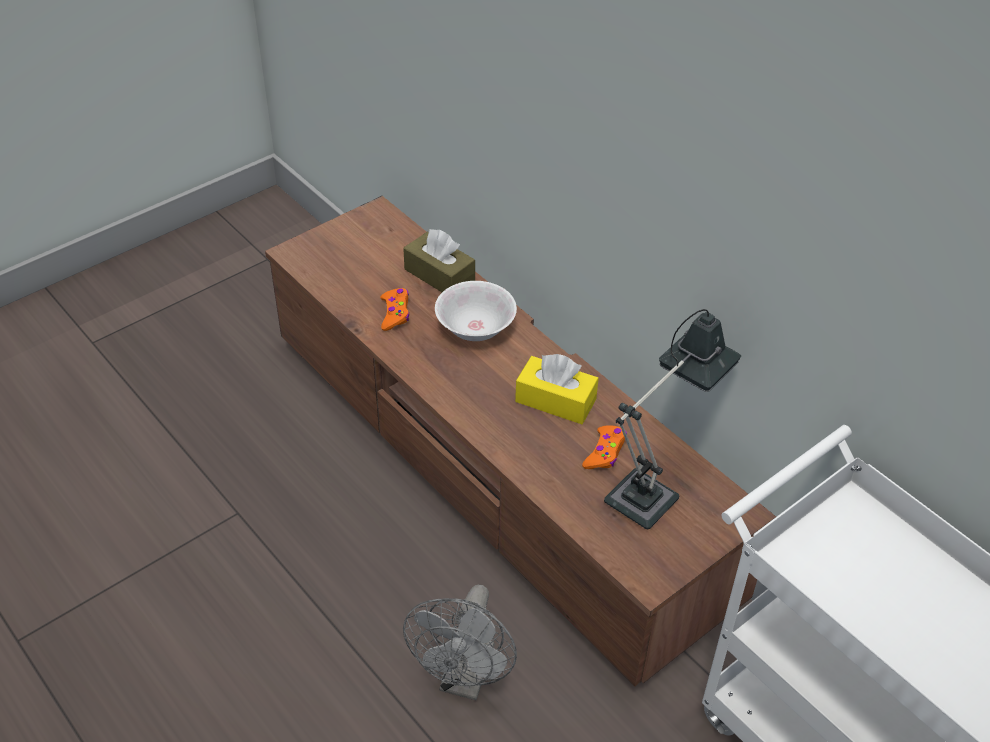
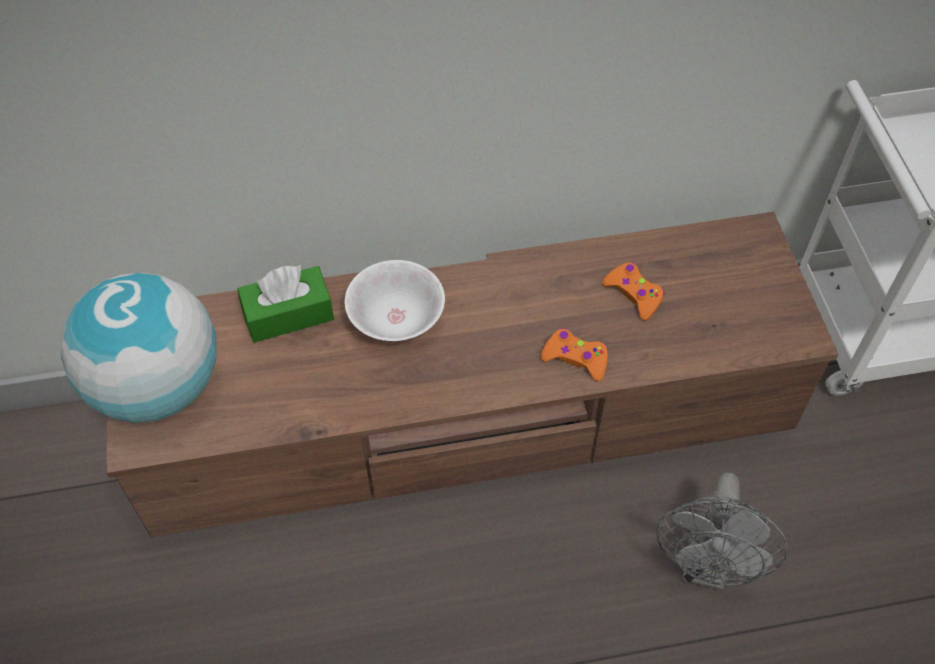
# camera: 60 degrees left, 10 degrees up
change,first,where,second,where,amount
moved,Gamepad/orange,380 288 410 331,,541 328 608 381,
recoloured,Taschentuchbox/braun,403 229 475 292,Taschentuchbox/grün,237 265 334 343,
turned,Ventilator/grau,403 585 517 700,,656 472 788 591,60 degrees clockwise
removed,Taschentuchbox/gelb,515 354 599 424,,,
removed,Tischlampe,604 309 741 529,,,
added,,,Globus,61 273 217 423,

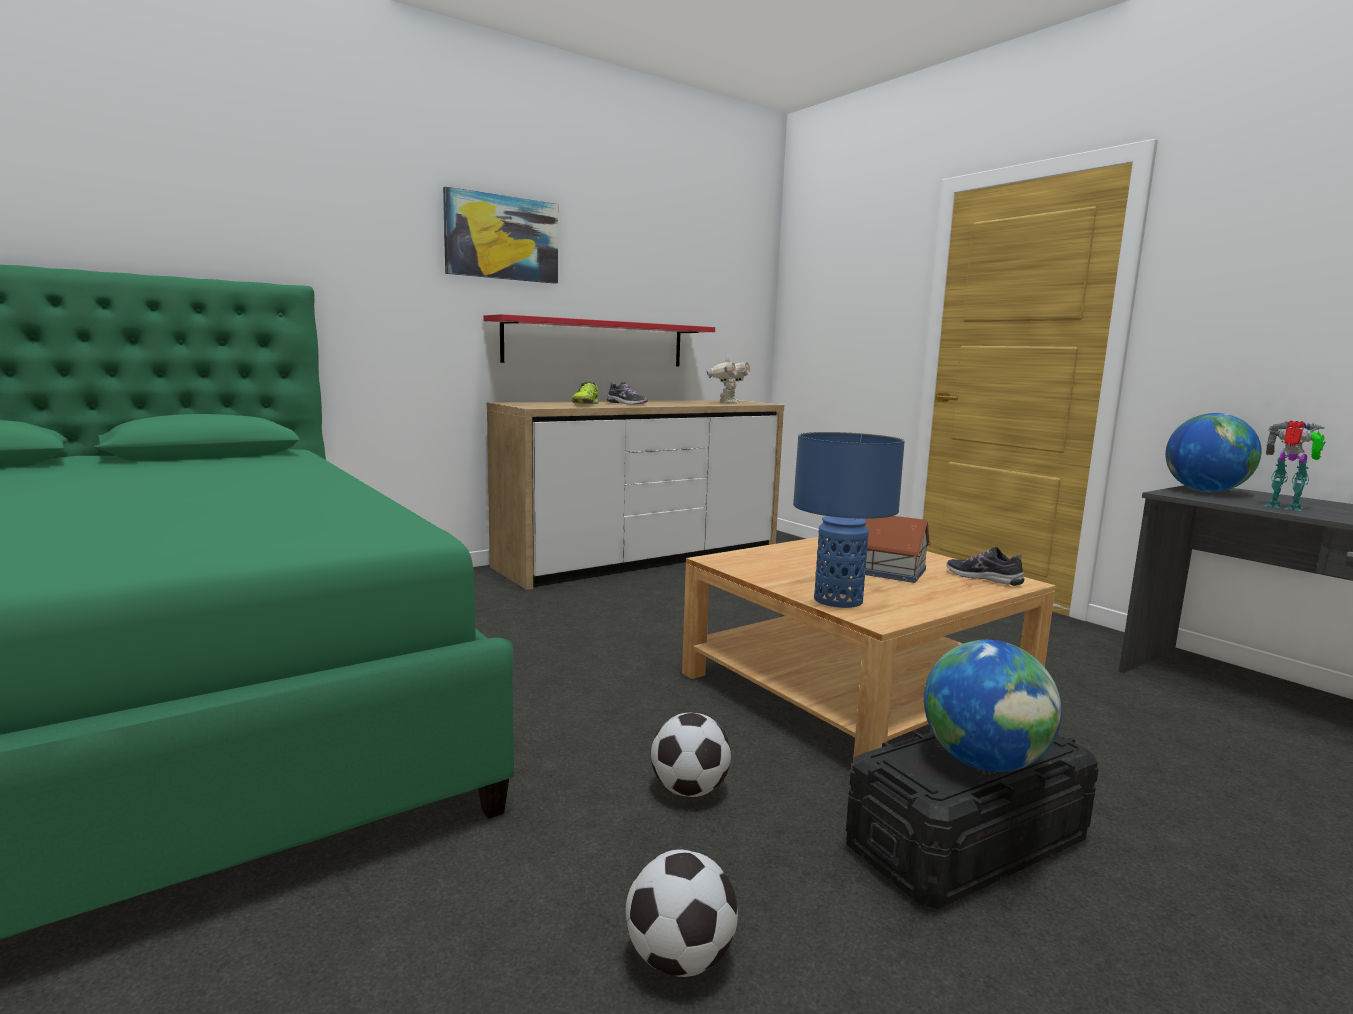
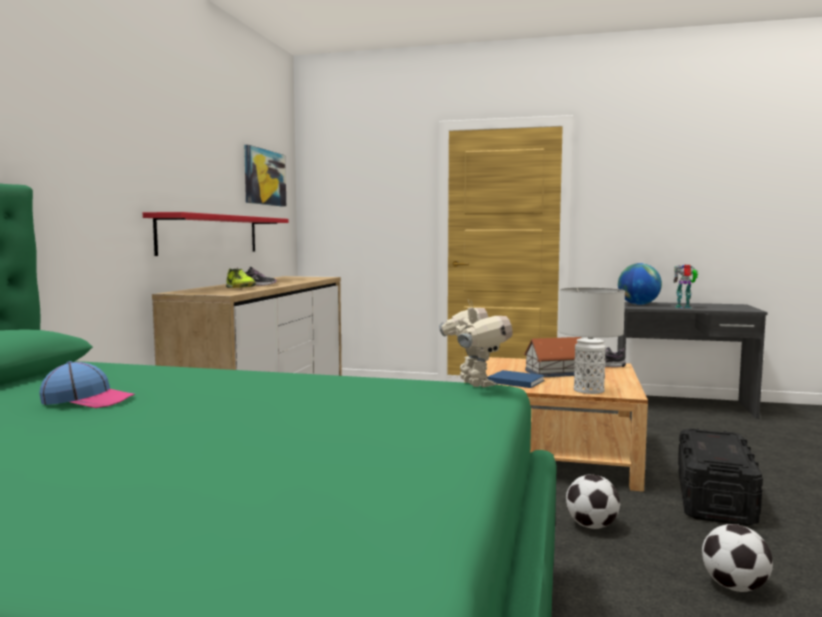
# camera: 40 degrees left, 5 degrees down
change,first,where,second,where,amount
moved,Bild,443 186 558 284,,244 145 286 207,
moved,Spielzeugroboter,706 354 750 403,,439 300 513 387,
recoloured,Tischlampe/blau,793 432 905 608,Tischlampe/weiß,559 288 625 394,
removed,Globus,924 640 1062 772,,,
added,,,Kappe,39 361 135 408,
added,,,Buch/blau,487 370 545 388,

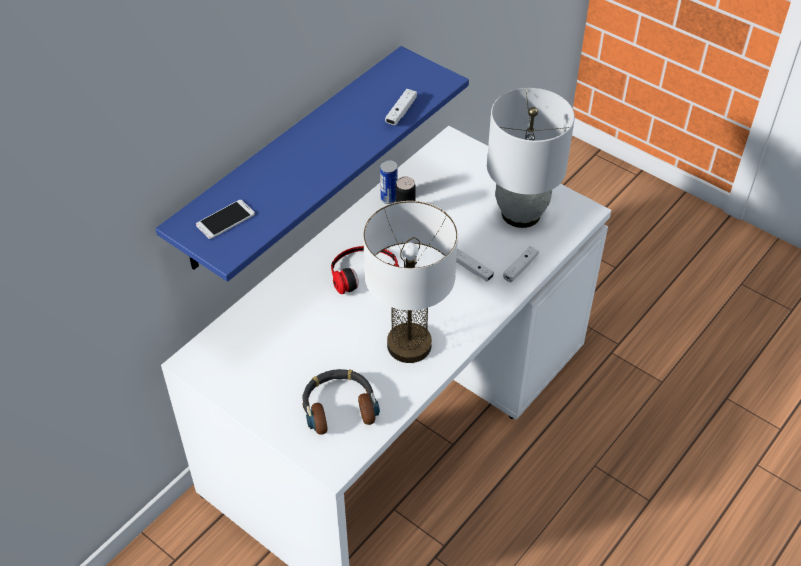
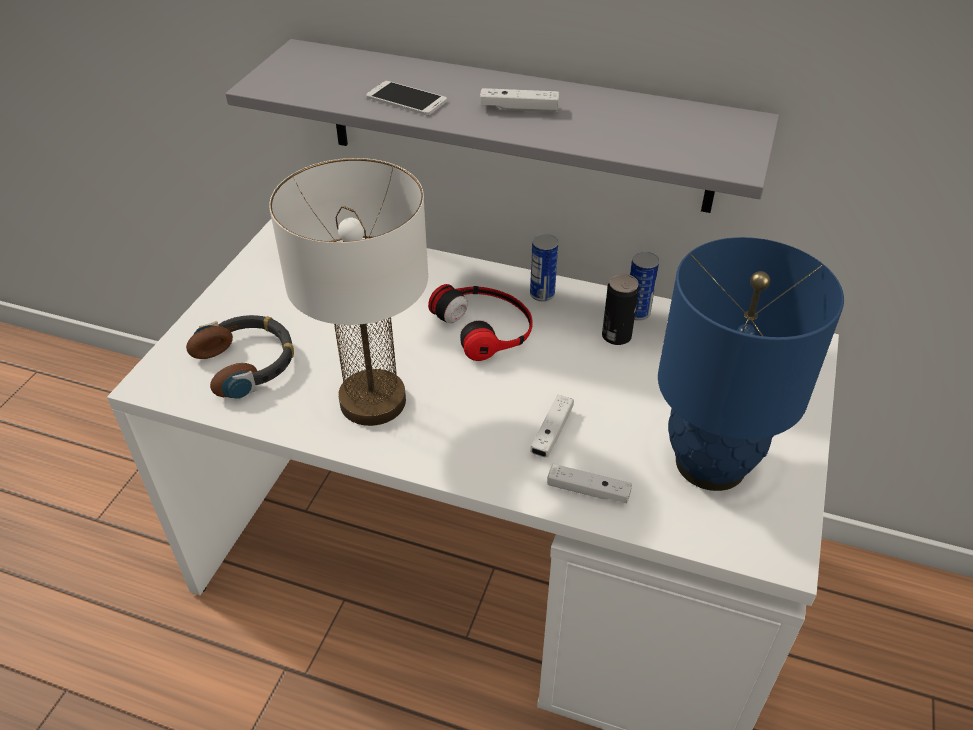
# camera: 70 degrees right, 5 degrees down
change,first,where,second,where,amount
recoloured,Wandregal/blau,155 46 469 282,Wandregal/grau,226 39 779 213,
moved,Handy,196 200 255 239,,366 81 447 115,
moved,Gamepad/weiß,385 89 417 125,,480 88 559 112,
recoloured,Tischlampe/weiß,487 88 575 228,Tischlampe/blau,658 237 844 491,
added,,,Dose,530 234 558 302,

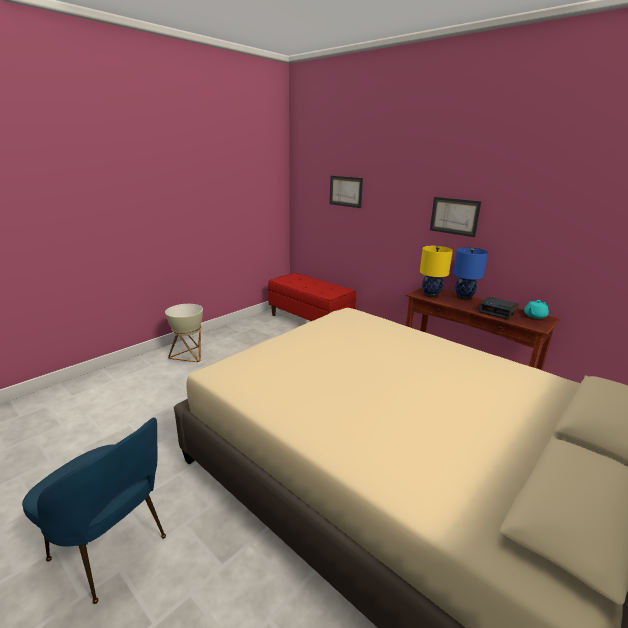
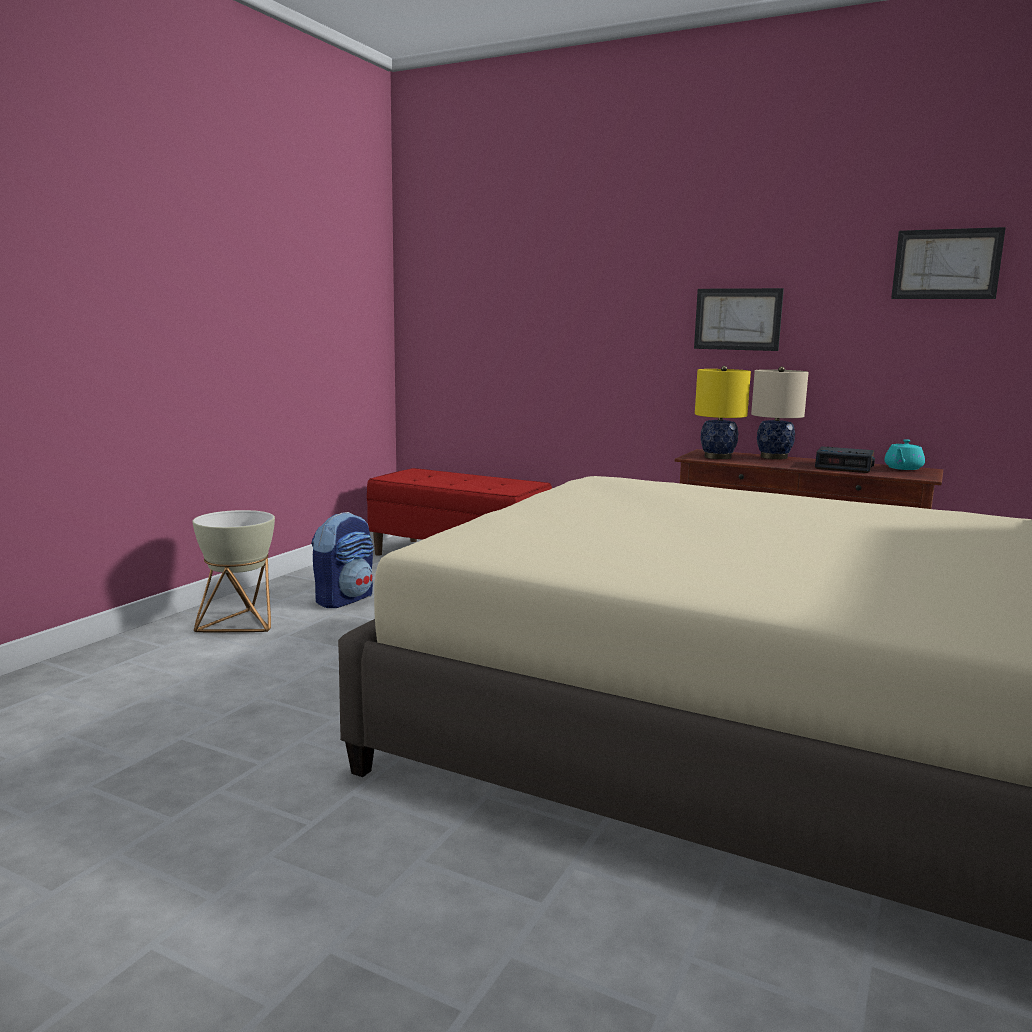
# camera: 15 degrees left, 10 degrees down
change,first,where,second,where,amount
removed,Stuhl/blau,22 417 166 604,,,
moved,Bild,330 176 363 208,,891 227 1006 299,
recoloured,Tischlampe/blau,453 247 488 300,Tischlampe/beige,751 366 809 459,
added,,,Rucksack,311 512 374 608,

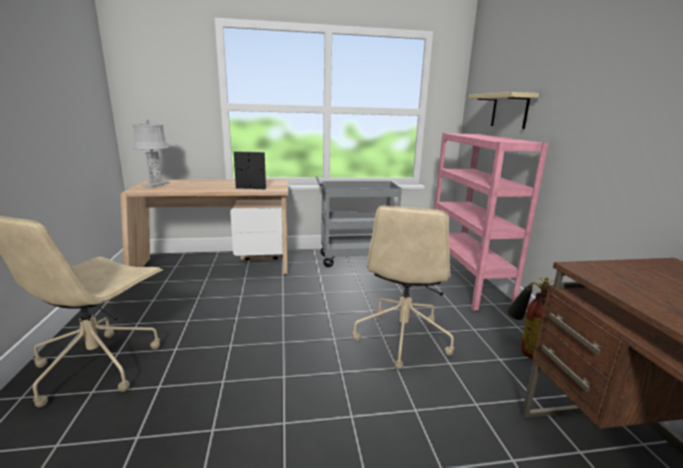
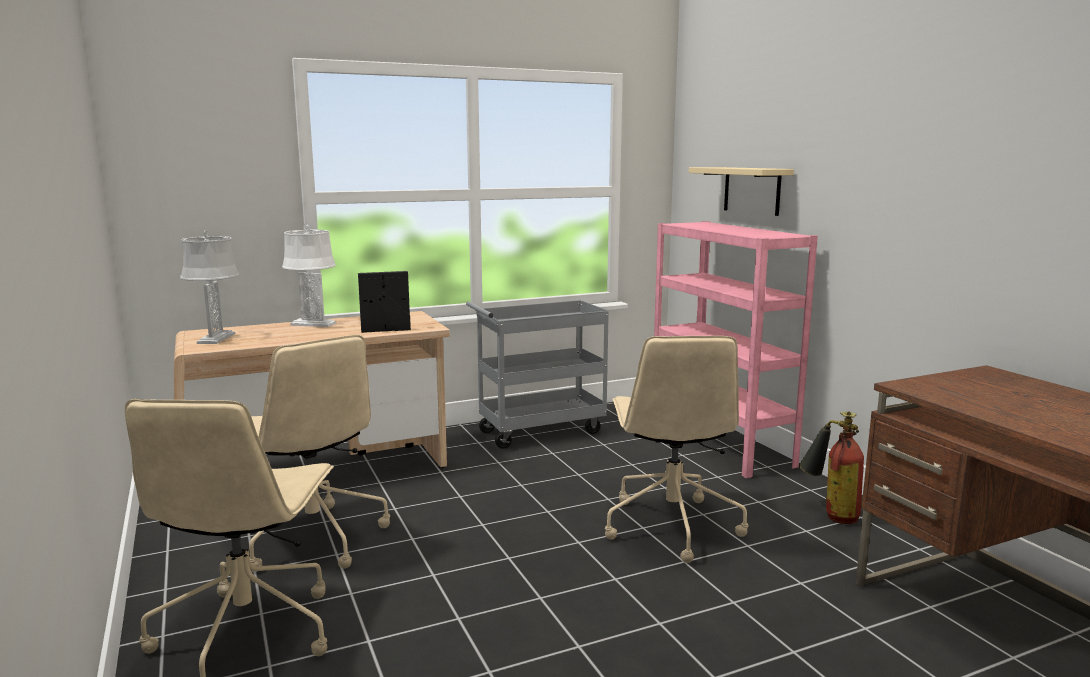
# camera: 15 degrees left, 5 degrees down
change,first,where,second,where,amount
added,,,Bürostuhl/beige,249 335 390 569,
added,,,Tischlampe/weiß,282 224 336 327,

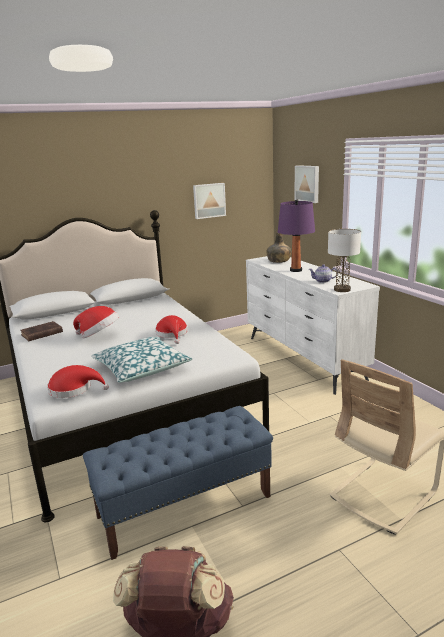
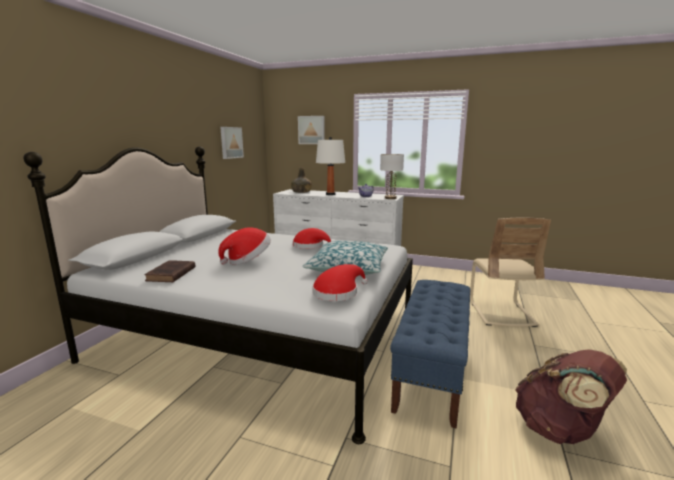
# camera: 45 degrees left, 5 degrees down
change,first,where,second,where,amount
recoloured,Tischlampe/lila,278 199 315 272,Tischlampe/weiß,316 137 345 195,

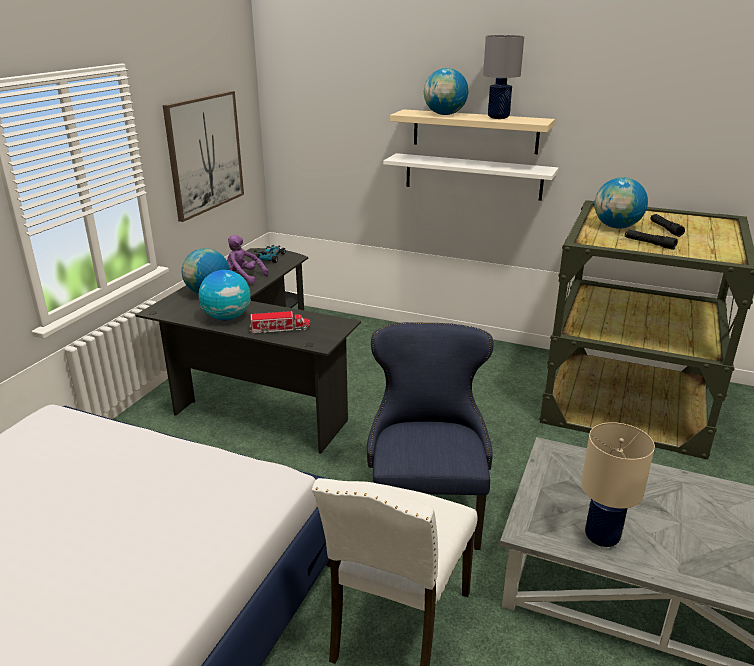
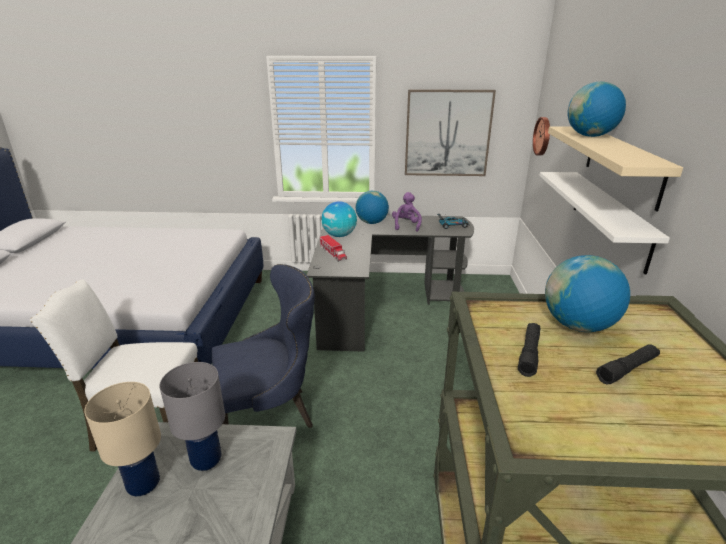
# camera: 70 degrees right, 0 degrees up
change,first,where,second,where,amount
moved,Tischlampe/grau,483 35 524 119,,159 362 225 471,
added,,,Wanduhr,533 117 550 155,

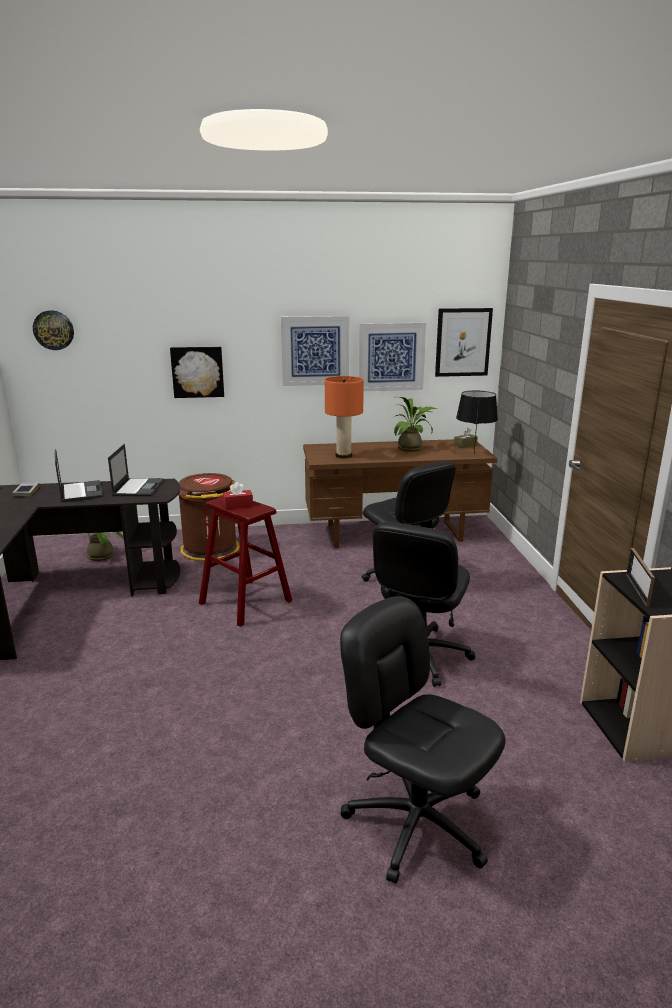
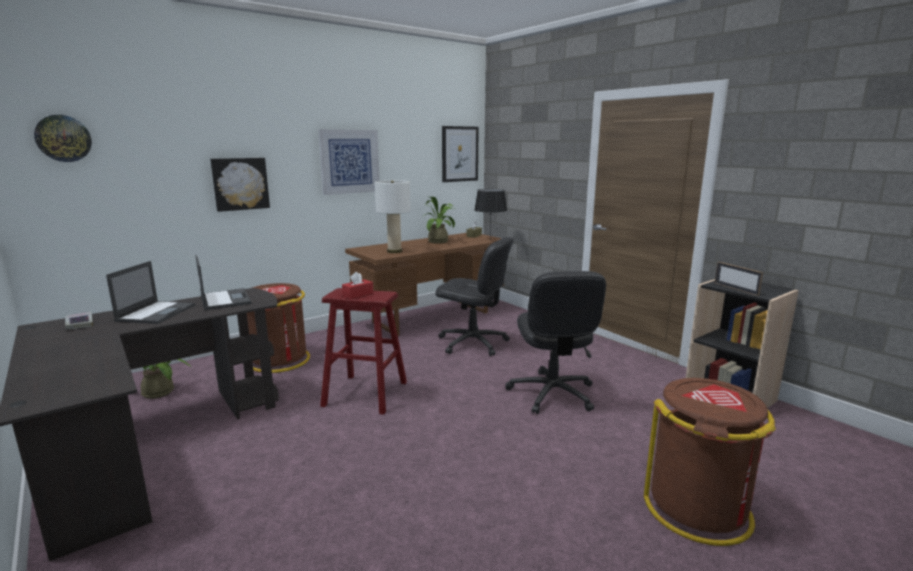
# camera: 30 degrees left, 5 degrees down
change,first,where,second,where,amount
turned,Laptop,55 449 103 502,,106 261 196 324,60 degrees clockwise
recoloured,Tischlampe/orange,325 376 364 458,Tischlampe/weiß,375 180 411 253,
replaced,Bürostuhl/schwarz,340 596 505 884,Mülleimer/braun,644 378 776 546,
removed,Bild,359 323 426 391,,,

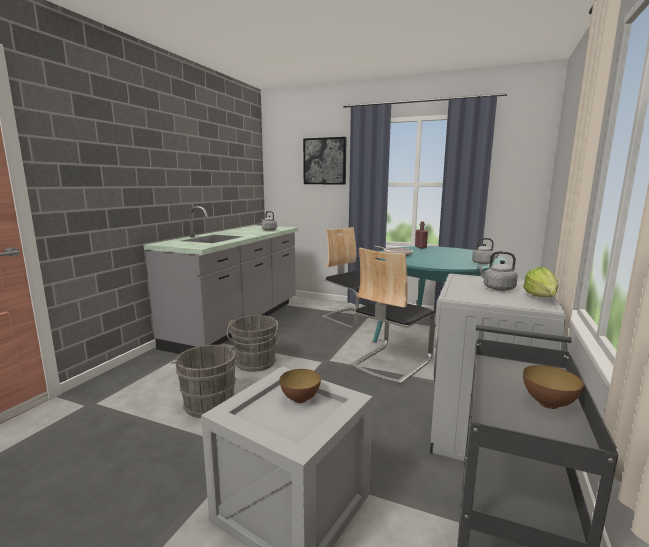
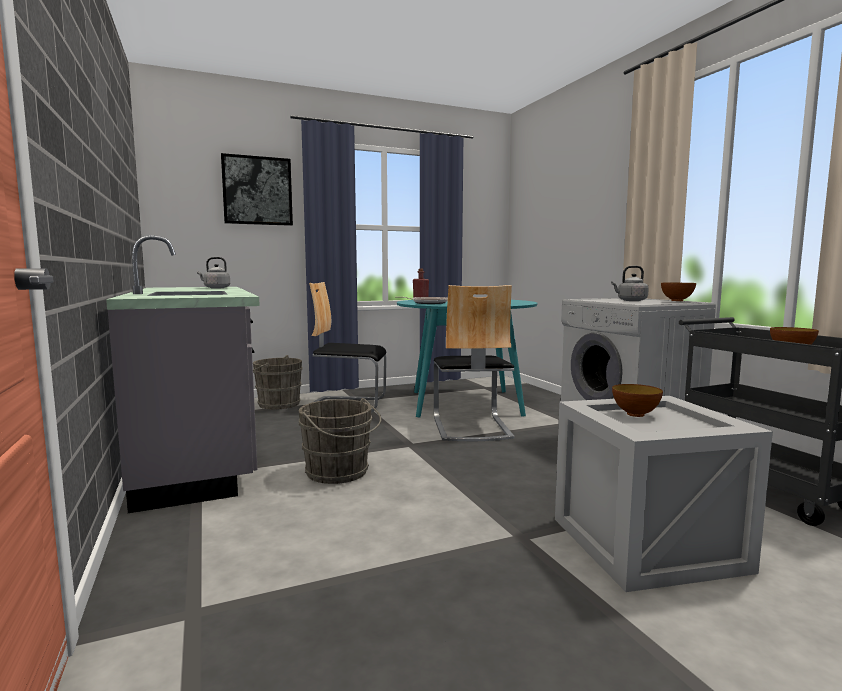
# camera: 45 degrees left, 5 degrees down
change,first,where,second,where,amount
moved,Eimer/grau,171 345 237 418,,253 355 302 410,
removed,Wasserkessel/grau,472 238 502 264,,,
replaced,Salatkopf,523 267 559 297,Schüssel,661 283 696 301,

